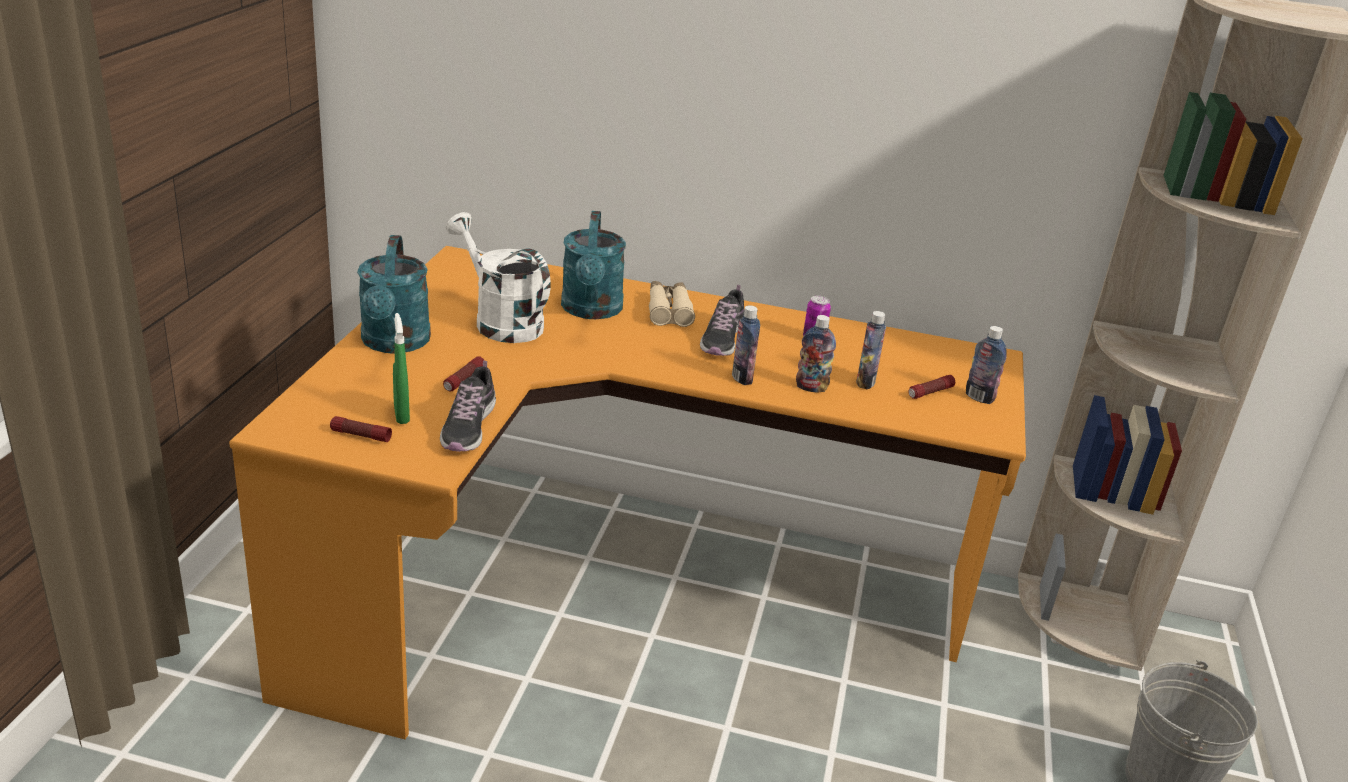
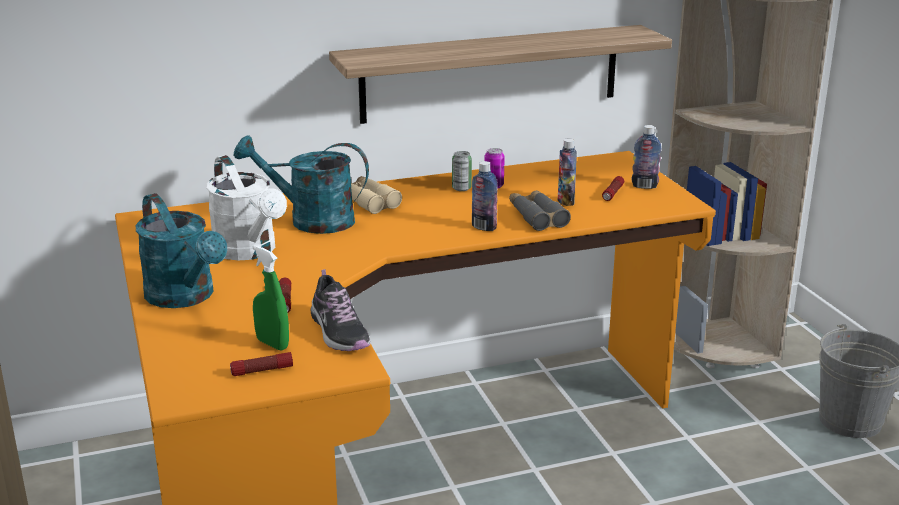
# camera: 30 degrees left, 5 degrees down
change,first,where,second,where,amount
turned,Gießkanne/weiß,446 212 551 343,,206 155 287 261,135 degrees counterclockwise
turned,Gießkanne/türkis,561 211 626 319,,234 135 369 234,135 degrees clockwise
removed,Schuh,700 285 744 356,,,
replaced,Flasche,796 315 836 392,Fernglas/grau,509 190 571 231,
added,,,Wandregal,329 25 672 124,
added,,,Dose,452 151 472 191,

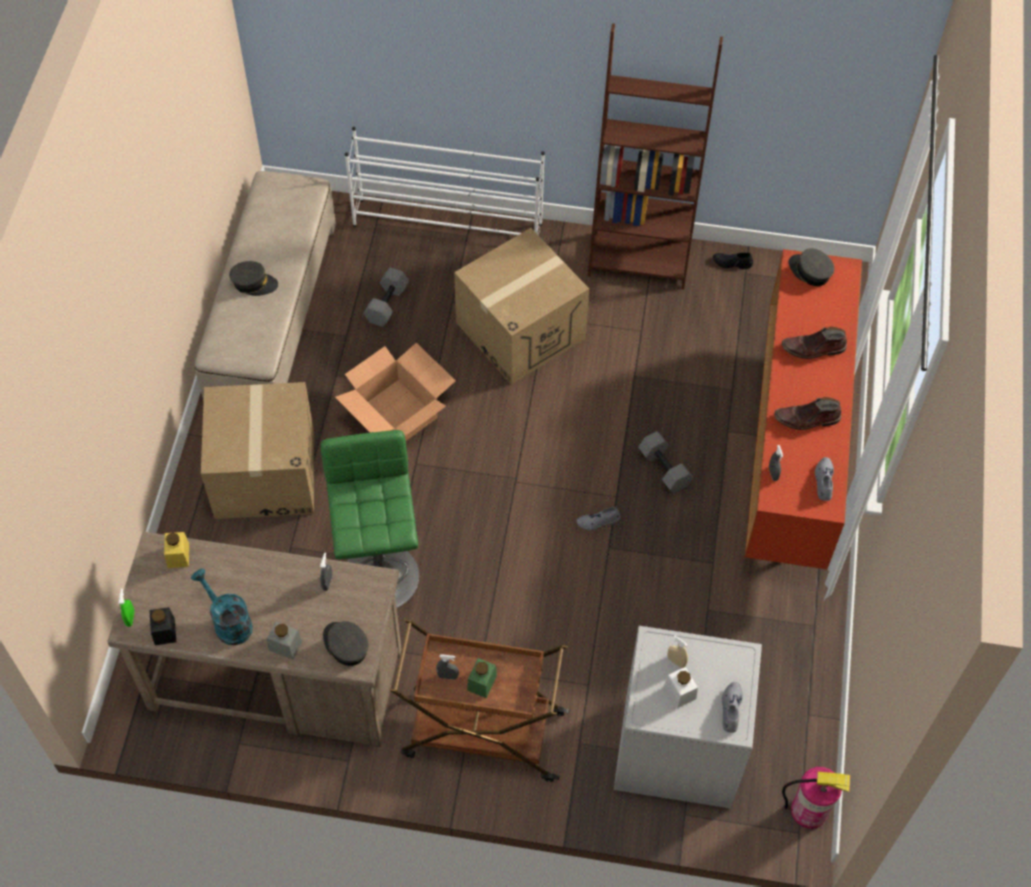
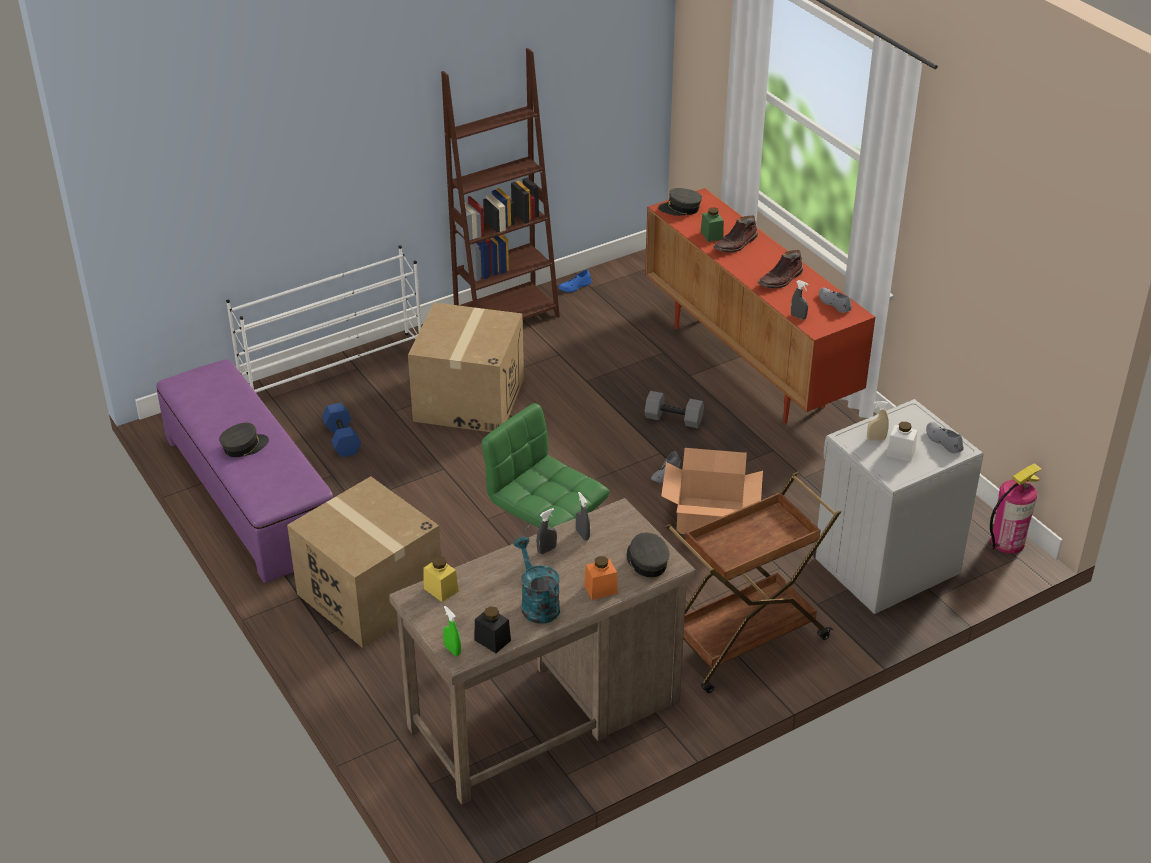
# camera: 40 degrees left, 20 degrees down
change,first,where,second,where,amount
turned,Gießkanne/türkis,191 568 253 645,,513 537 560 624,60 degrees clockwise
recoloured,Bank/beige,195 171 336 401,Bank/lila,156 359 333 583,
recoloured,Vorratsglas/grau,267 622 302 659,Vorratsglas/orange,584 556 618 600,
turned,Kappe/grau,323 621 368 666,,627 532 669 577,60 degrees clockwise
moved,Karton,335 343 456 441,,661 448 763 534,
recoloured,Hantel/grau,363 268 409 327,Hantel/blau,322 403 361 457,
moved,Sprühflasche/grau,436 655 459 680,,536 508 557 554,
moved,Vorratsglas/grün,467 658 497 698,,701 207 724 242,
recoloured,Schuh/schwarz,713 253 753 269,Schuh/blau,558 270 592 292,

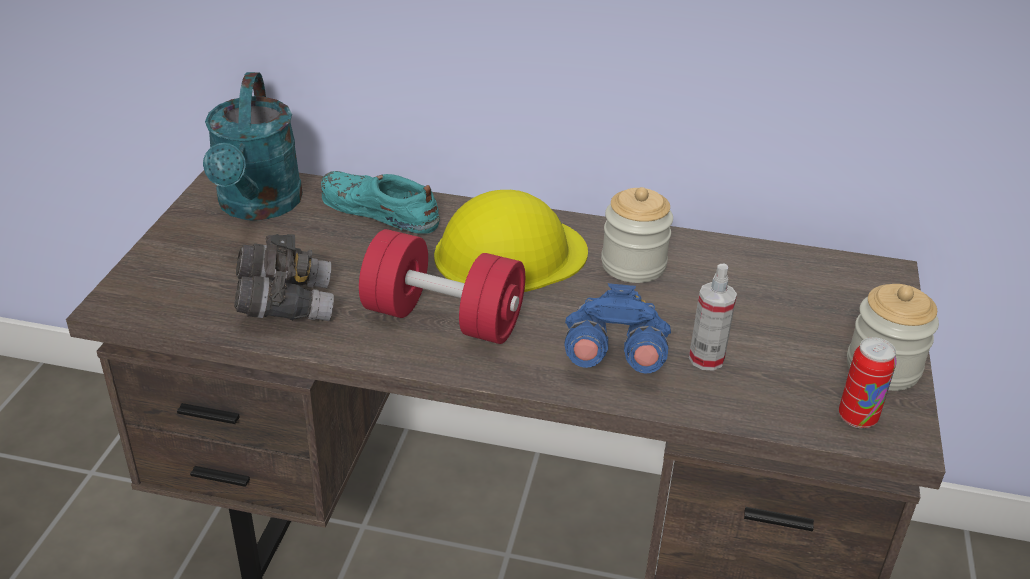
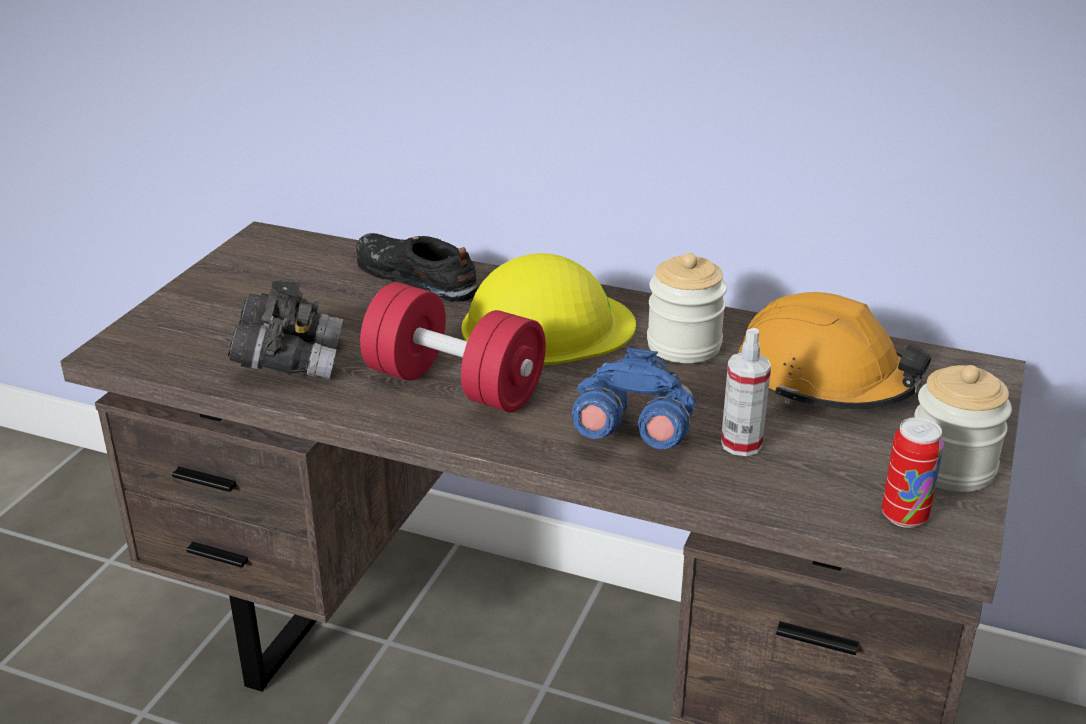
# camera: 10 degrees right, 5 degrees down
change,first,where,second,where,amount
removed,Gießkanne/türkis,203 72 303 221,,,
recoloured,Schuh/türkis,321 171 440 234,Schuh/schwarz,356 233 478 302,
added,,,Schutzhelm/orange,739 292 931 410,

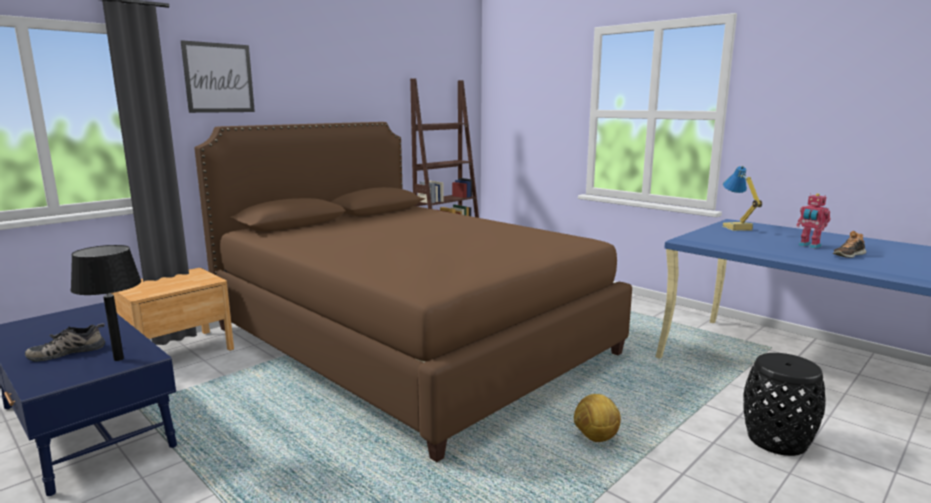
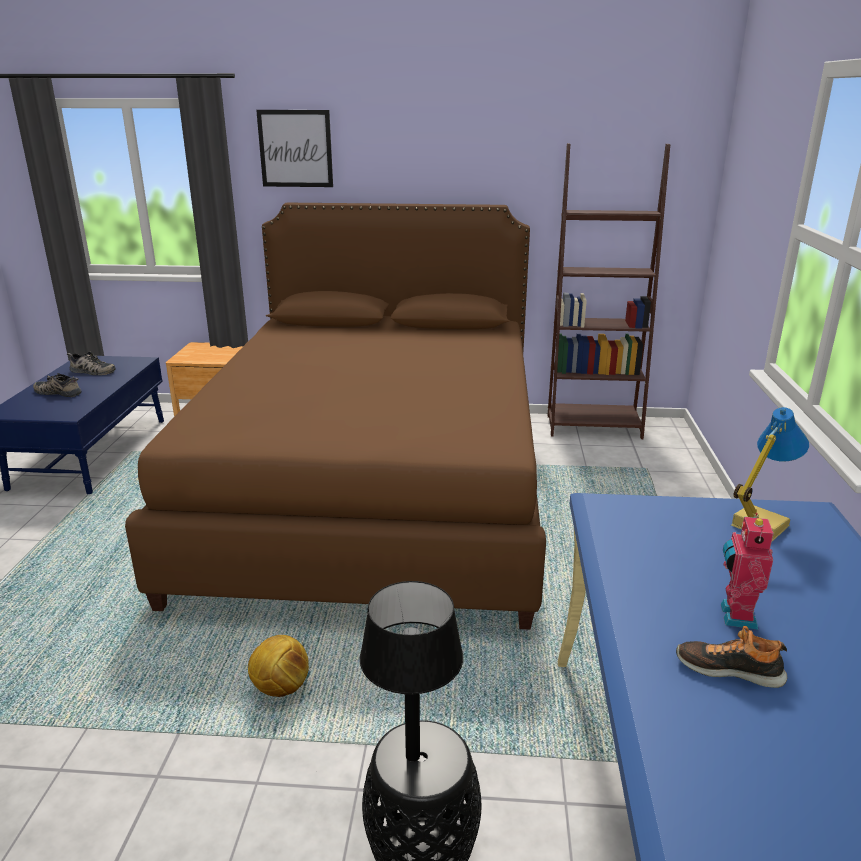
# camera: 50 degrees right, 10 degrees up
change,first,where,second,where,amount
moved,Tischlampe/schwarz,70 245 141 361,,360 581 463 762,
added,,,Schuh,67 352 116 375,

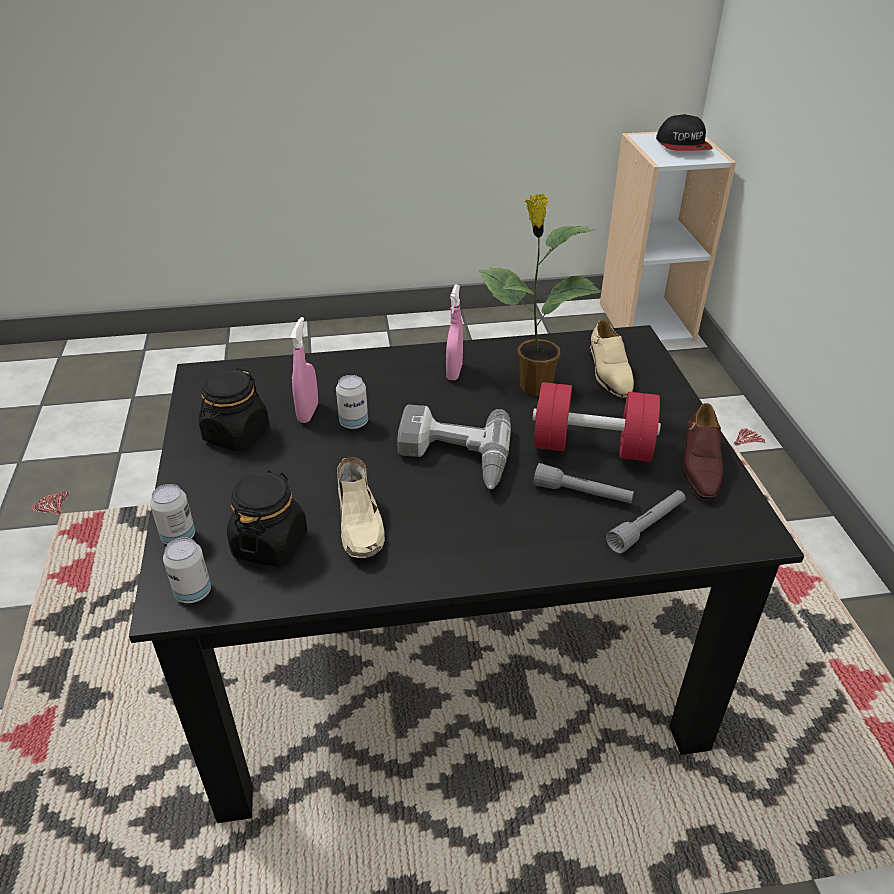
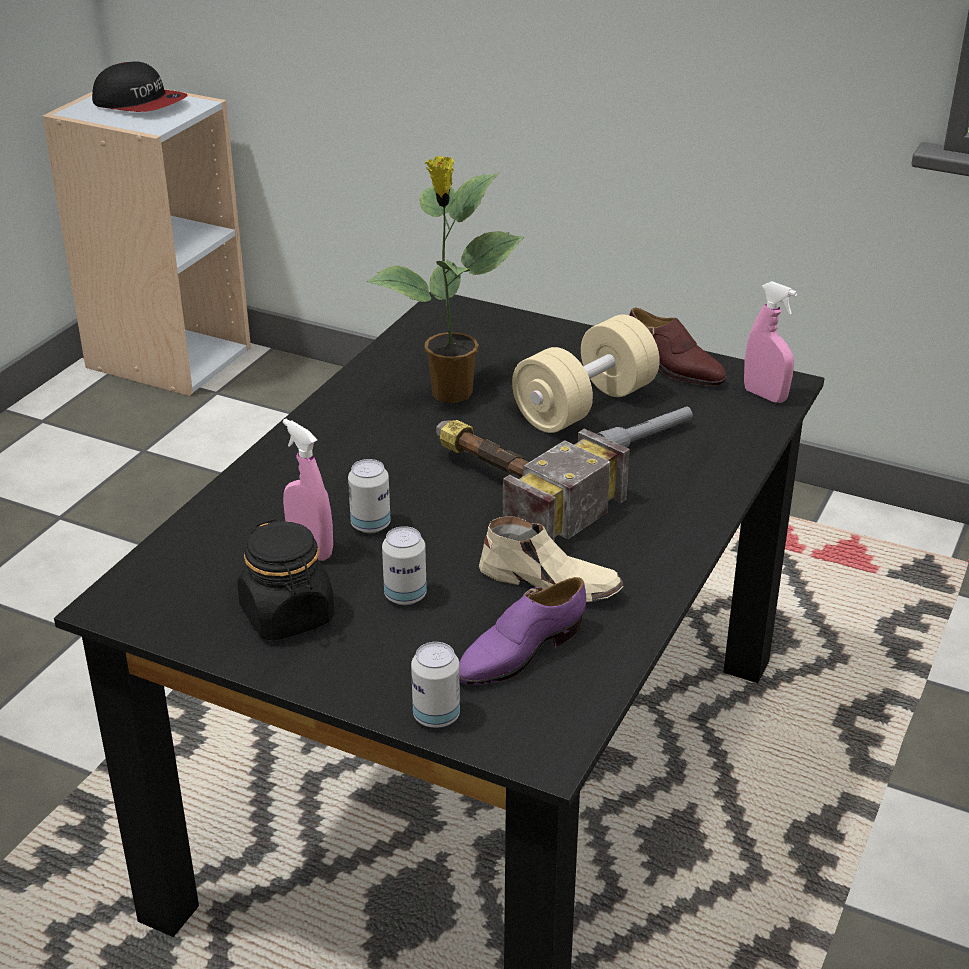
# camera: 55 degrees left, 5 degrees down
change,first,where,second,where,amount
moved,Dose,163 537 211 603,,382 526 427 605,
replaced,Vorratsglas/schwarz,227 470 307 567,Schuh/lila,459 577 586 685,
replaced,Bohrmaschine,397 405 511 489,Hammer,436 420 630 541,
moved,Sprühflasche/rosa,446 285 463 380,,744 281 797 403,
recoloured,Hantel/rot,532 382 661 462,Hantel/beige,512 315 660 433,
removed,Schuh/beige,589 320 634 398,,,
removed,Taschenlampe/grau,606 490 686 554,,,

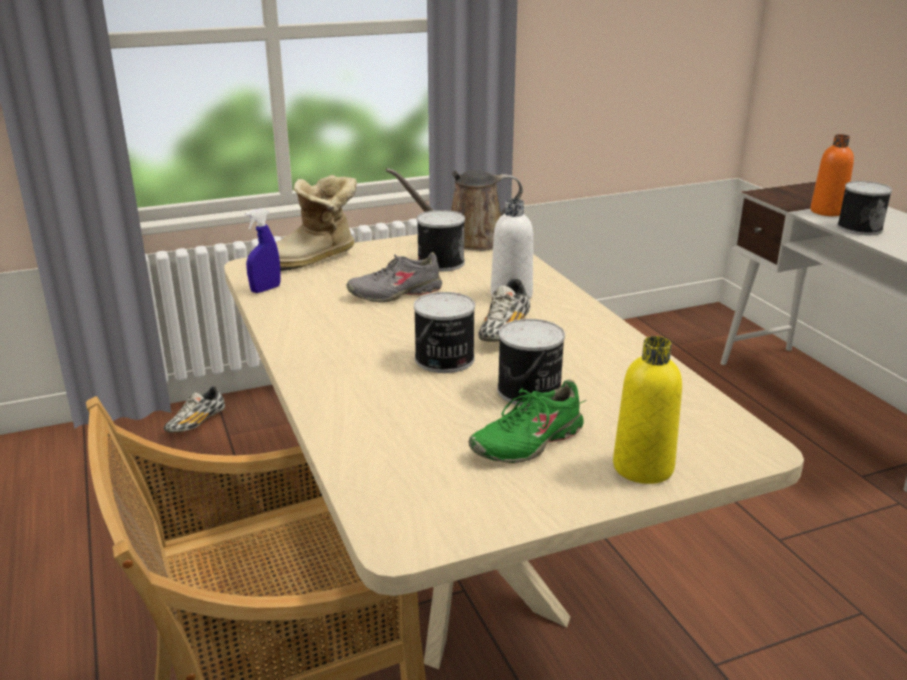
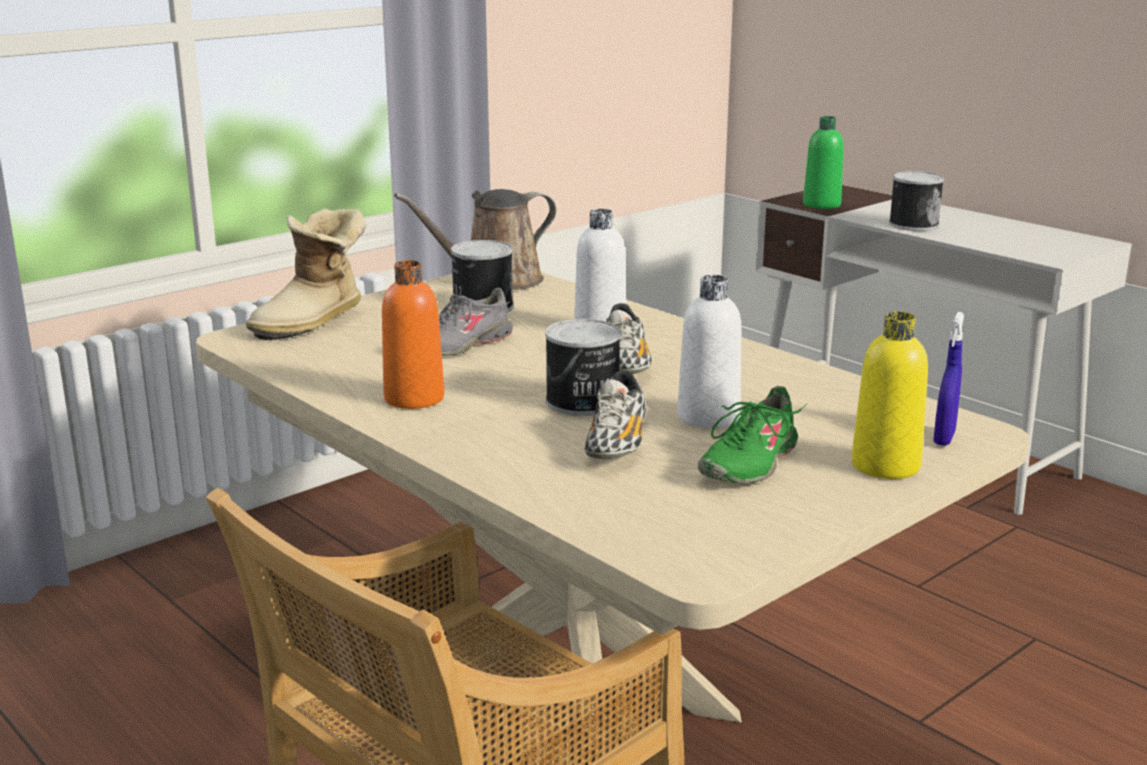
# camera: 20 degrees left, 5 degrees down
change,first,where,second,where,amount
moved,Schuh,163 386 225 433,,585 370 647 459,
moved,Sprühflasche/blau,245 208 281 293,,933 312 964 446,
replaced,Dose,497 319 565 406,Flasche/weiß,677 275 742 429,
moved,Flasche/orange,810 134 854 216,,382 260 444 409,
added,,,Flasche/grün,803 116 844 209,

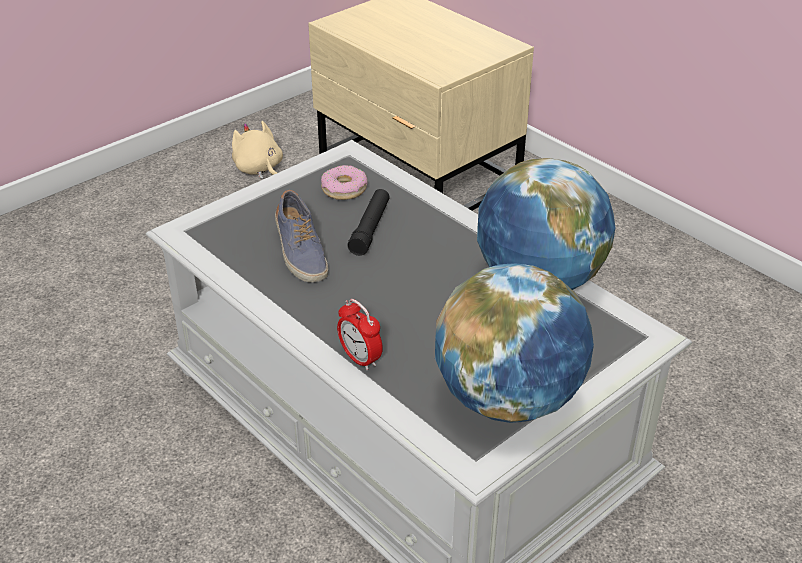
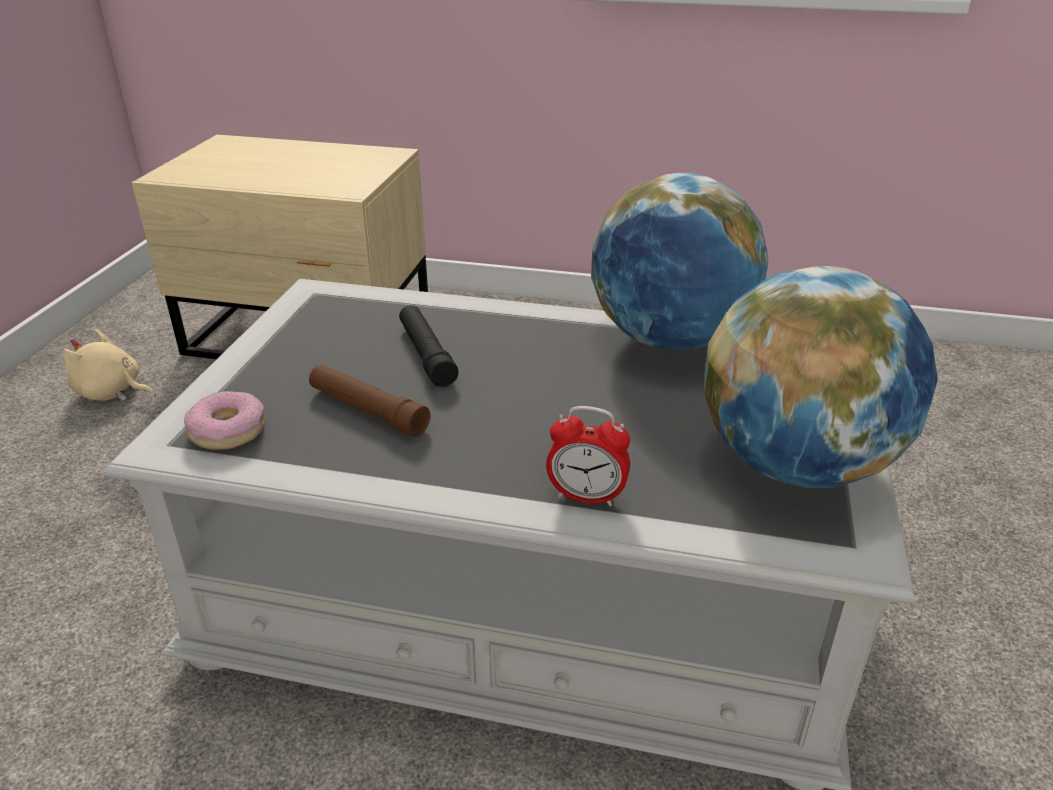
# camera: 35 degrees left, 5 degrees down
change,first,where,second,where,amount
replaced,Schuh,275 190 328 282,Taschenlampe/braun,309 365 430 437,
moved,Donut,321 165 367 200,,184 391 265 450,

